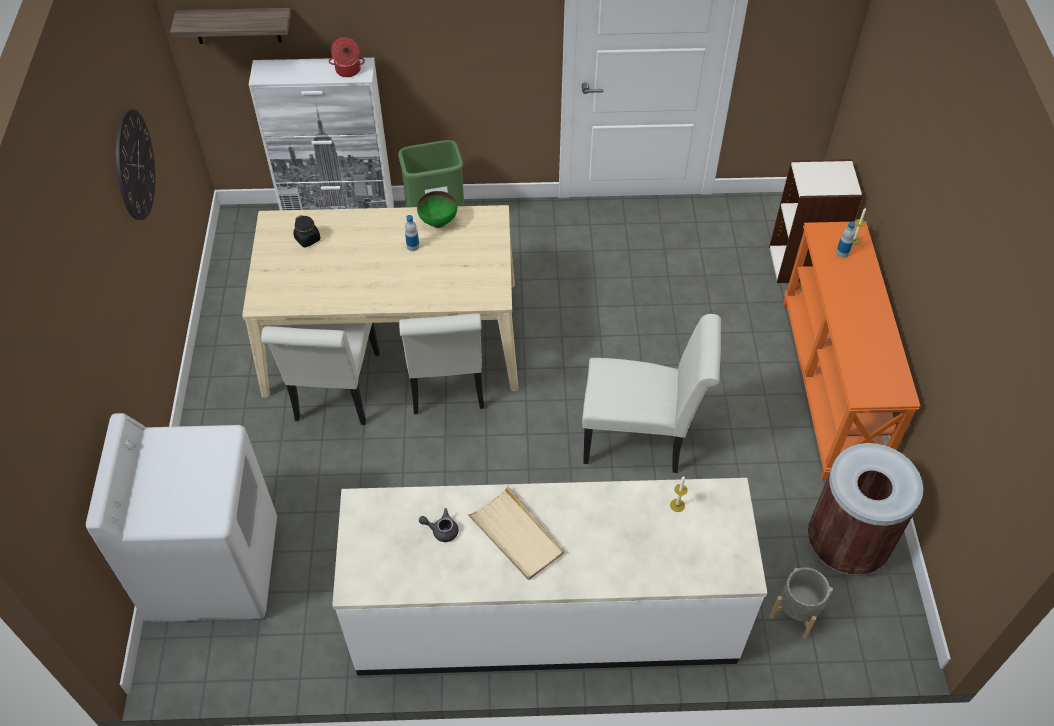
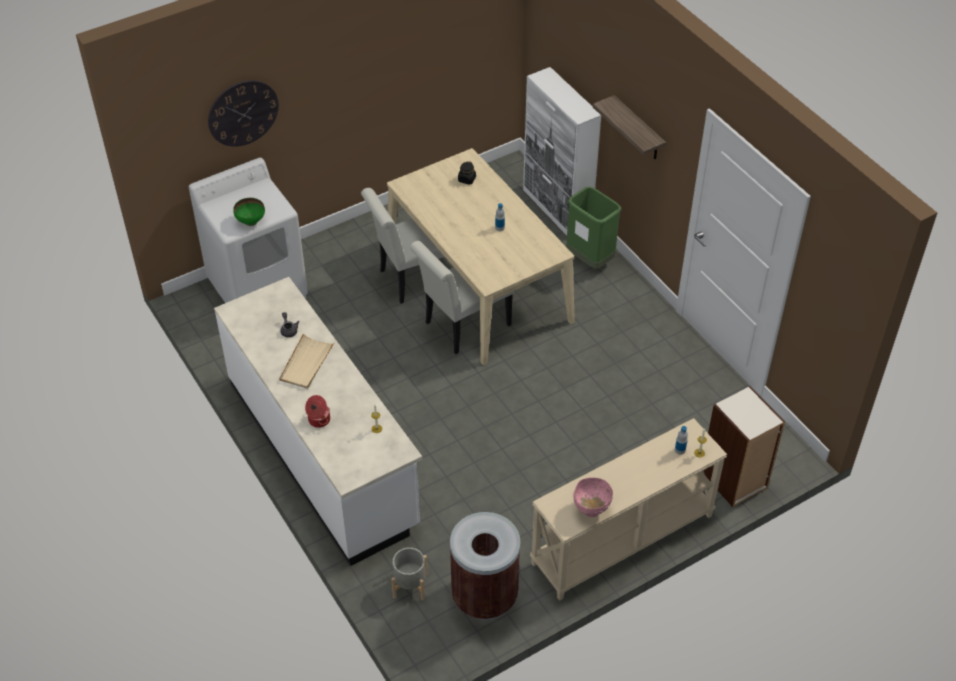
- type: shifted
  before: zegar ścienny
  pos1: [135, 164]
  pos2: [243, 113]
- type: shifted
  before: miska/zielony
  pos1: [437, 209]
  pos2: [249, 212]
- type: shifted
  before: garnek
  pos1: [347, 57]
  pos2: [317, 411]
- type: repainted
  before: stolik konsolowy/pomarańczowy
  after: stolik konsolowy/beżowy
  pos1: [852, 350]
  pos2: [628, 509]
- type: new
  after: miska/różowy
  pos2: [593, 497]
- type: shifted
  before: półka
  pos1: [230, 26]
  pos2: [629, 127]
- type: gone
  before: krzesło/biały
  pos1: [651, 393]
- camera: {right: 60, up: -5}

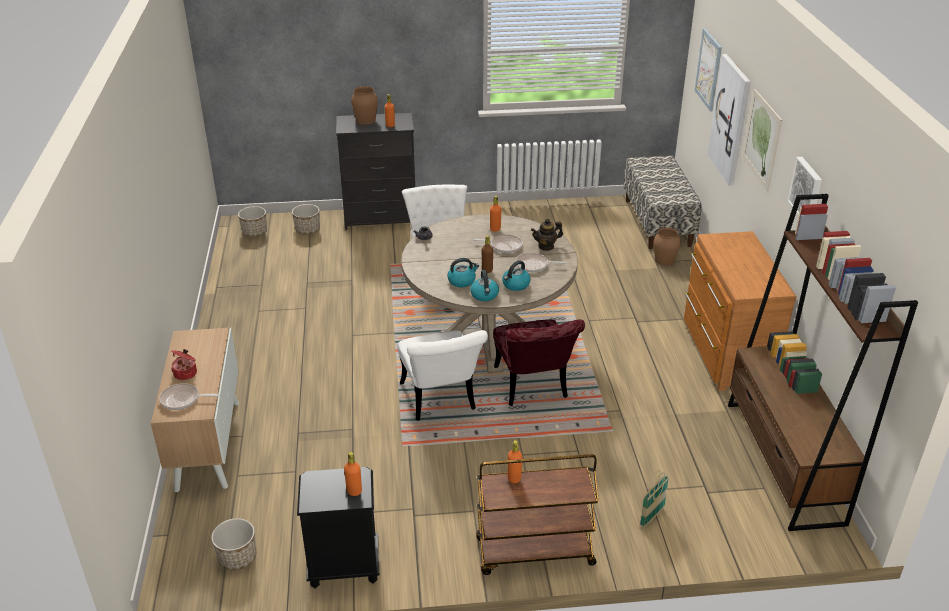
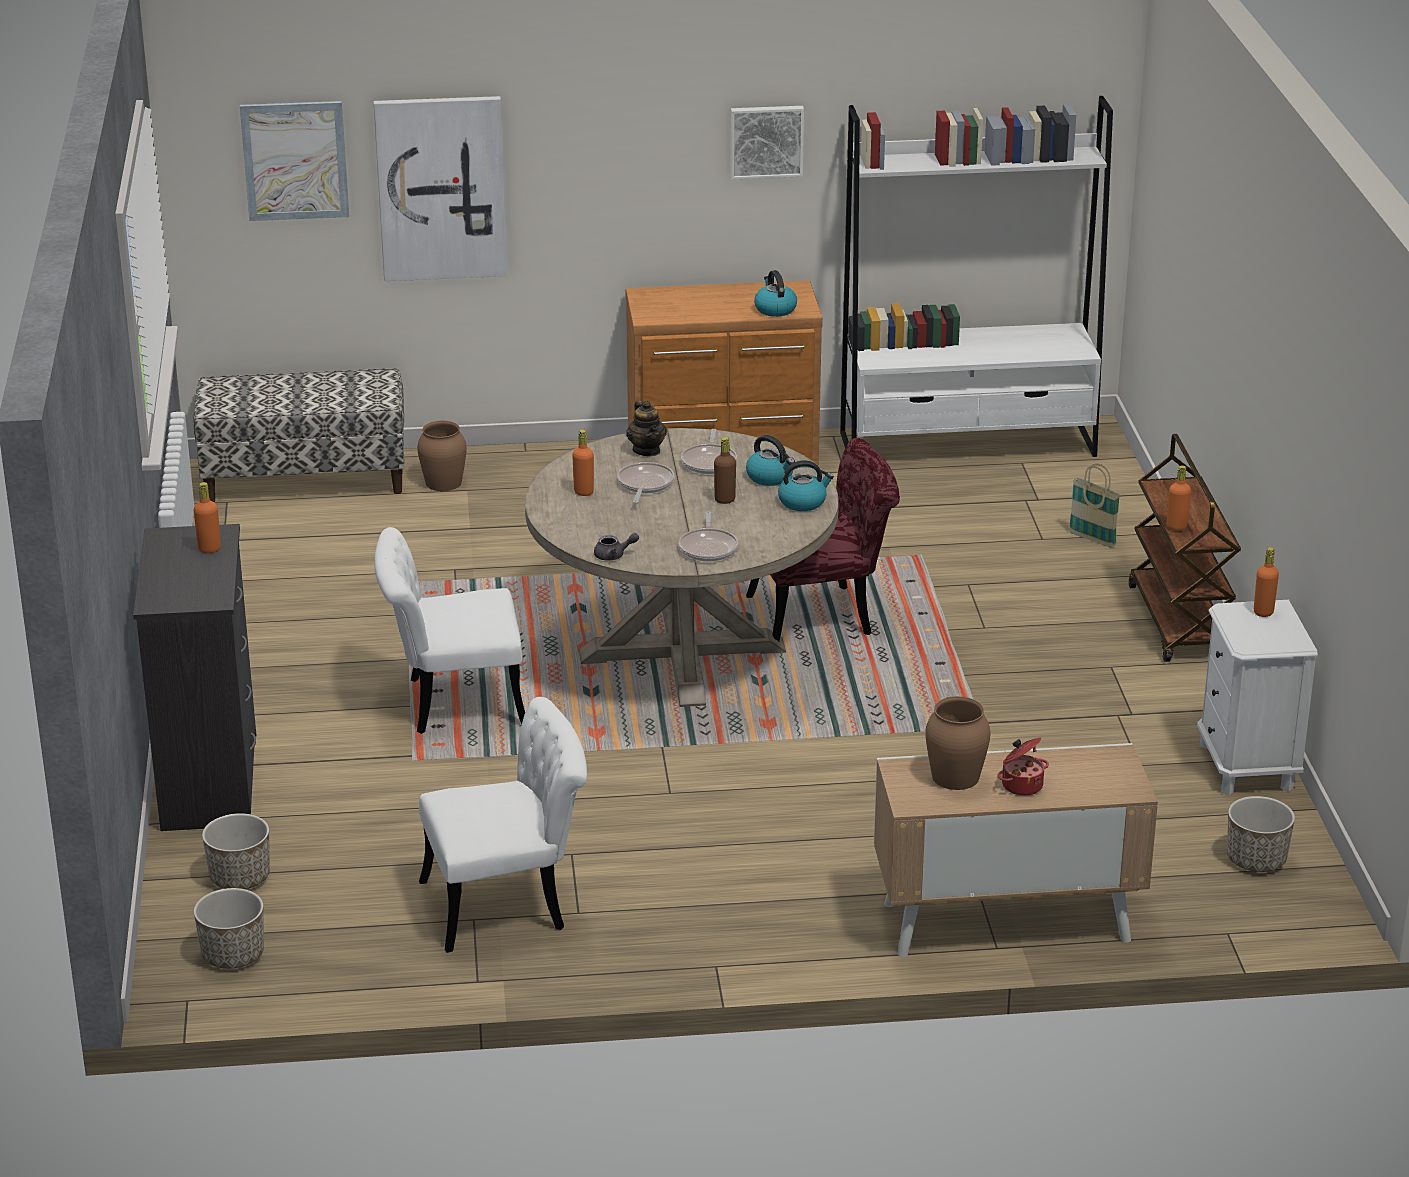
- type: shifted
  before: krzesło/biały
  pos1: [442, 375]
  pos2: [503, 825]
- type: shifted
  before: patelnia
  pos1: [189, 396]
  pos2: [708, 536]
- type: shifted
  before: czajnik
  pos1: [463, 272]
  pos2: [775, 293]
- type: repainted
  before: regał/brązowy
  after: regał/biały
  pos1: [823, 362]
  pos2: [976, 276]
- type: shifted
  before: wazon/brązowy
  pos1: [364, 105]
  pos2: [958, 743]
- type: repainted
  before: szafka nocna/czarny
  after: szafka nocna/biały
  pos1: [338, 528]
  pos2: [1257, 697]
- type: gone
  before: obraz
  pos1: [762, 140]
- camera: {right: -90, up: -5}

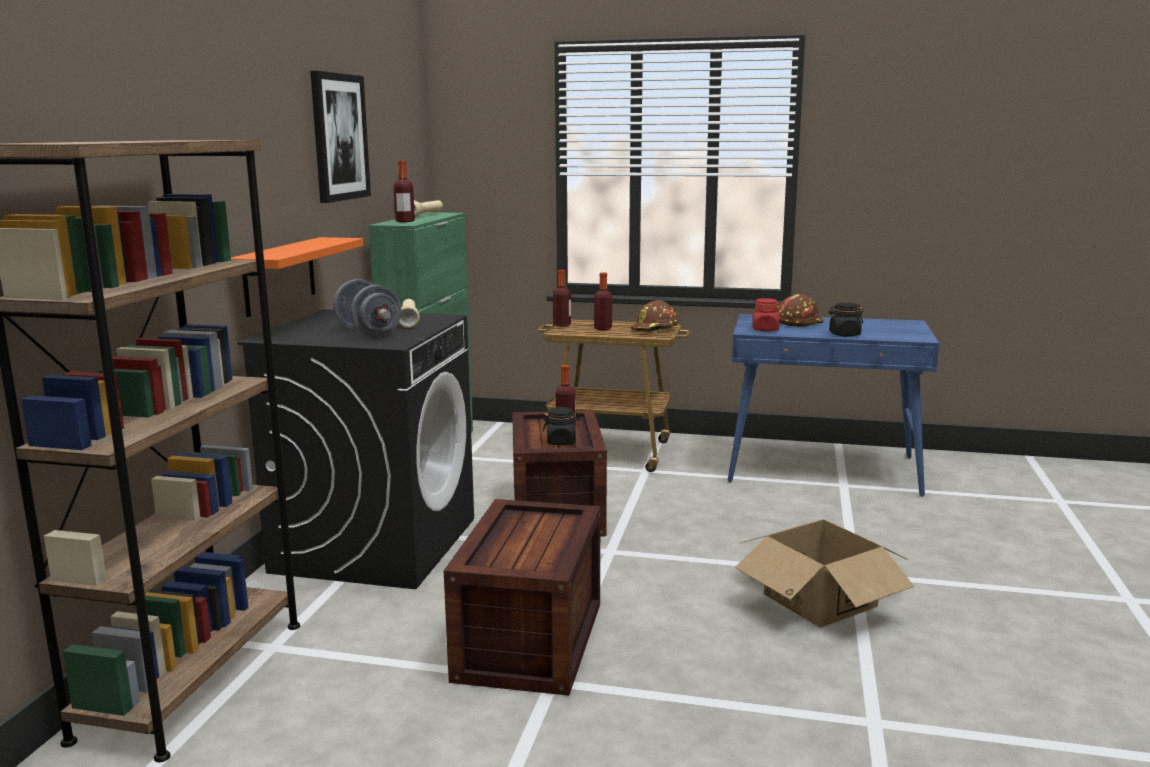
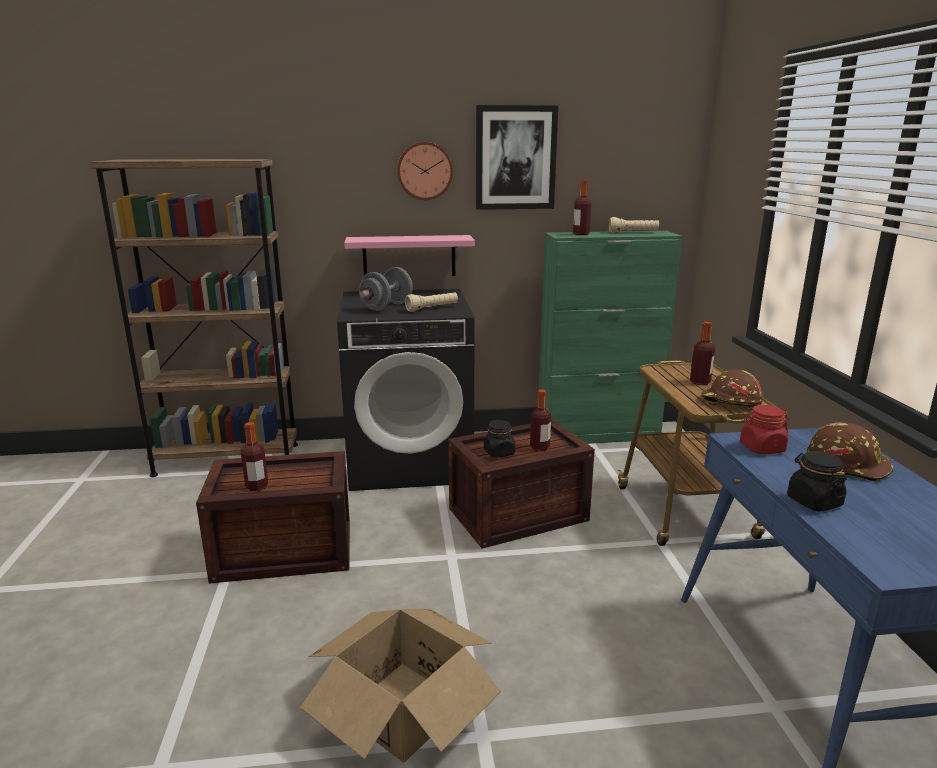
- type: shifted
  before: butelka
  pos1: [562, 298]
  pos2: [254, 456]
- type: repainted
  before: półka/pomarańczowy
  after: półka/różowy
  pos1: [297, 277]
  pos2: [409, 255]
- type: new
  after: zegar ścienny
  pos2: [425, 171]
- camera: {right: 70, up: 5}

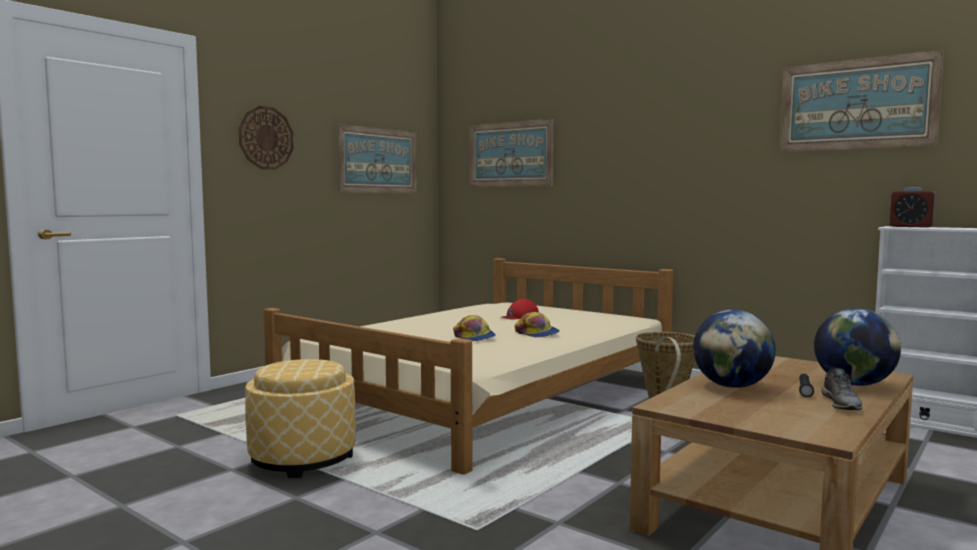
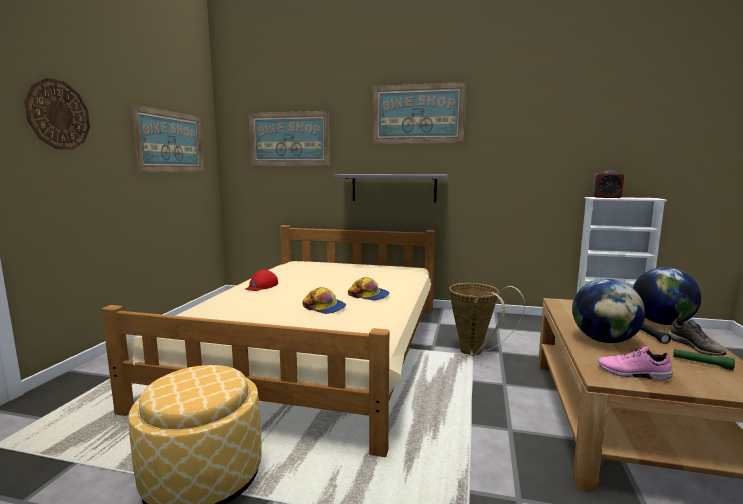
- type: shifted
  before: czapka z daszkiem/czerwony
  pos1: [520, 309]
  pos2: [261, 280]
- type: new
  after: półka/szary
  pos2: [390, 188]
- type: shifted
  before: obraz
  pos1: [862, 101]
  pos2: [419, 113]
- type: new
  after: but/różowy
  pos2: [635, 363]
- type: new
  after: latarka/zielony
  pos2: [704, 359]
- camera: {right: -25, up: 5}

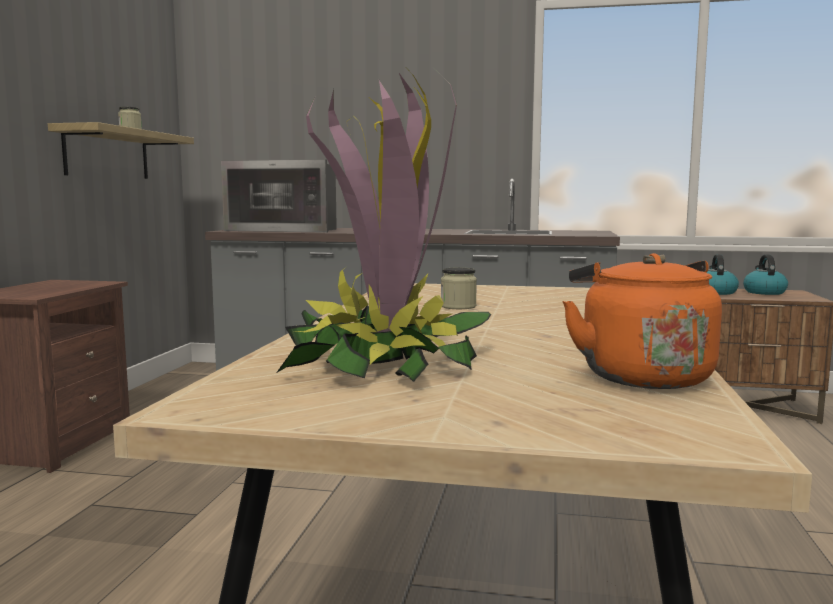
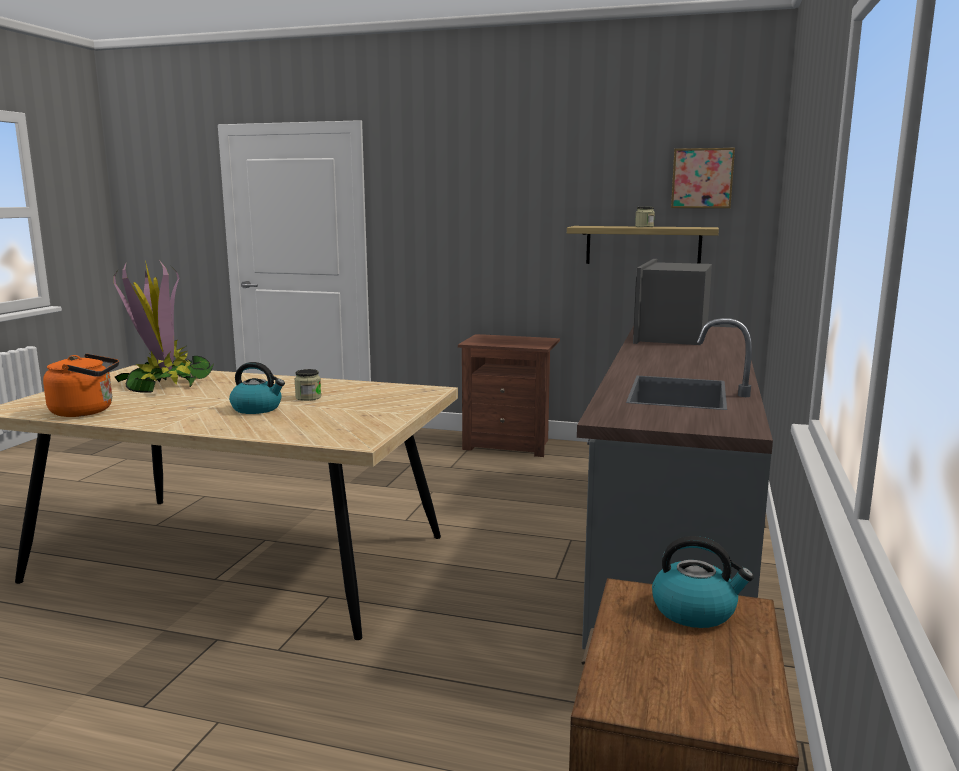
- type: shifted
  before: czajnik
  pos1: [765, 274]
  pos2: [257, 388]
- type: new
  after: obraz
  pos2: [703, 178]
- camera: {right: 95, up: 5}

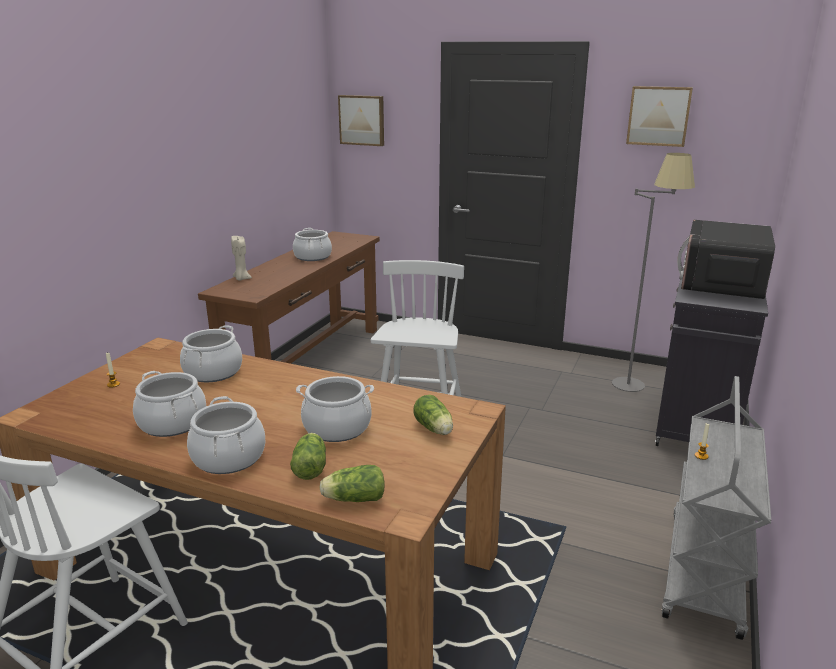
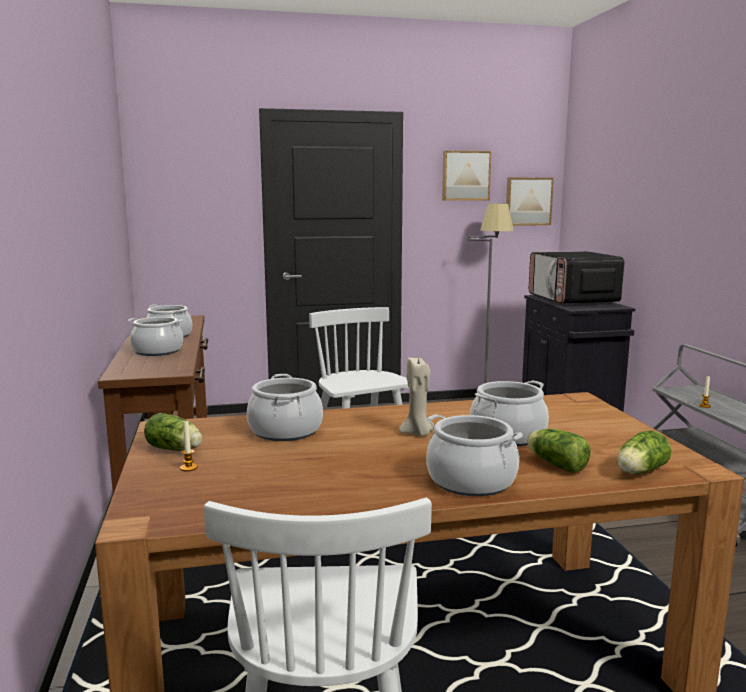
- type: shifted
  before: garnek
  pos1: [169, 404]
  pos2: [155, 336]
- type: shifted
  before: sałata
  pos1: [433, 415]
  pos2: [173, 432]
- type: shifted
  before: świeca/beżowy
  pos1: [241, 258]
  pos2: [416, 397]
- type: shifted
  before: obraz
  pos1: [361, 120]
  pos2: [530, 201]
- camera: {right: -35, up: -10}

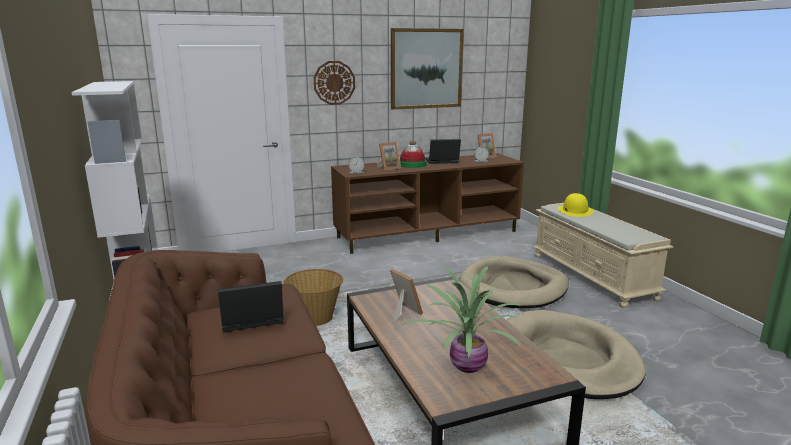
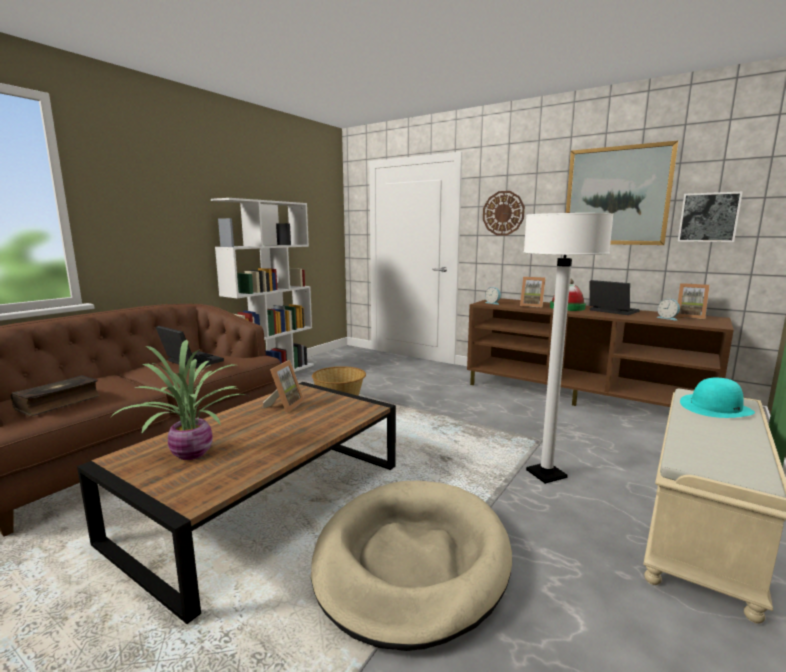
- type: new
  after: książka
  pos2: [55, 395]
- type: swapped
  before: legowisko/beżowy
  after: lampa stojąca/biały
  pos1: [514, 282]
  pos2: [569, 348]
- type: new
  after: obraz
  pos2: [710, 217]
- type: repainted
  before: kapelusz/żółty
  after: kapelusz/turkusowy
  pos1: [575, 205]
  pos2: [717, 398]
- camera: {right: 55, up: -5}

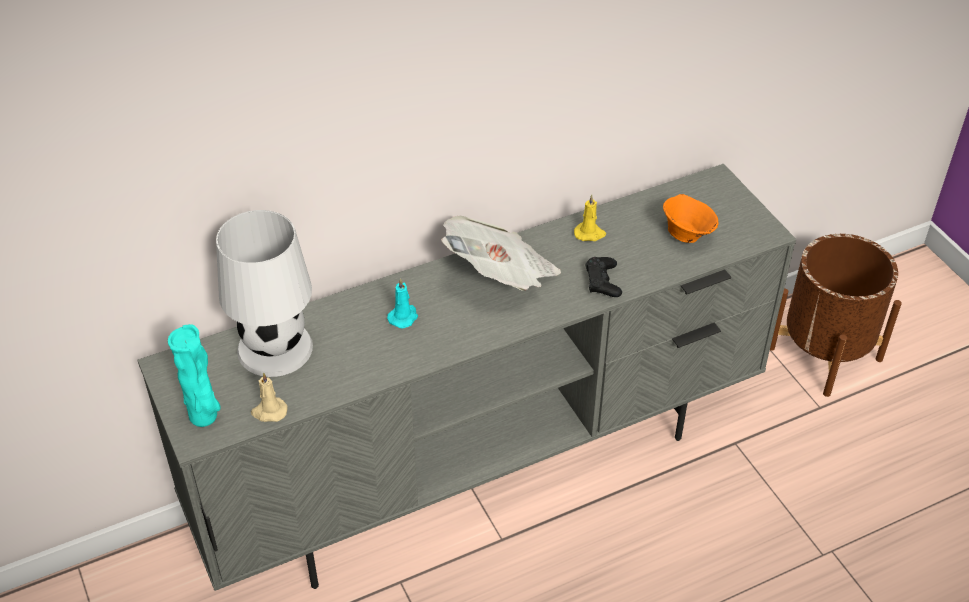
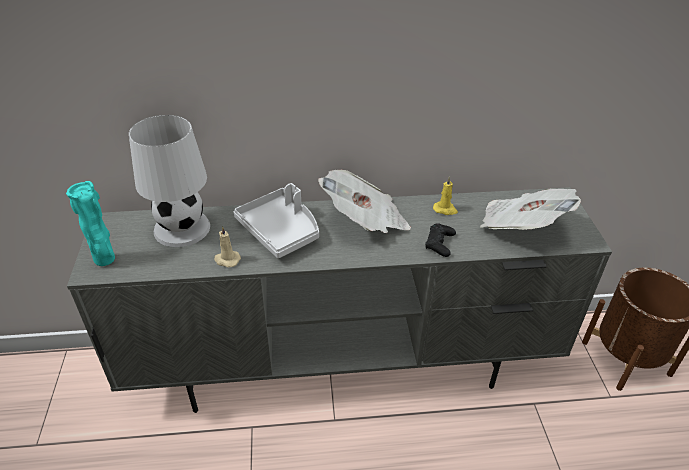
- type: shifted
  before: świeca/beżowy
  pos1: [269, 397]
  pos2: [227, 247]
- type: swapped
  before: świeca/turkusowy
  after: taca/szary
  pos1: [402, 303]
  pos2: [276, 220]
- type: swapped
  before: miska/pomarańczowy
  after: gazeta
  pos1: [690, 218]
  pos2: [530, 209]
- camera: {right: 20, up: -5}

